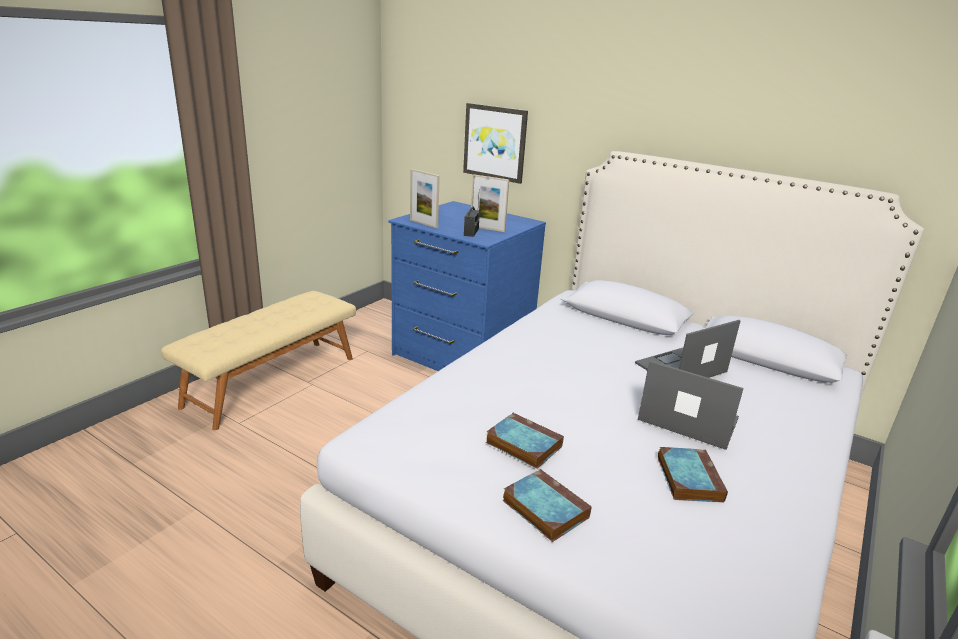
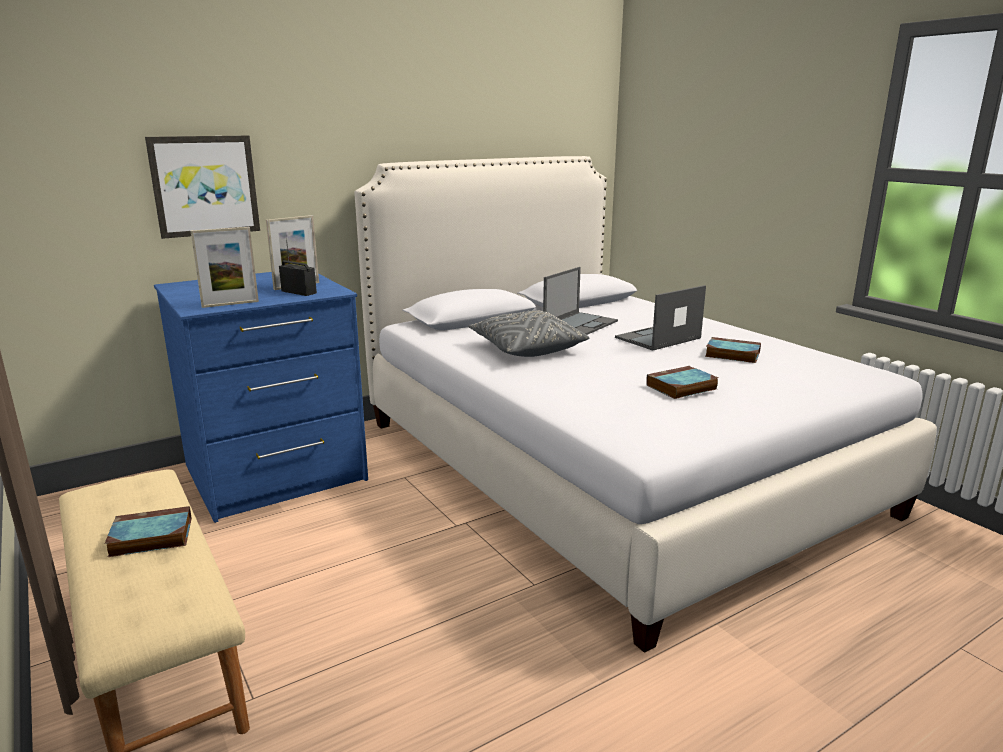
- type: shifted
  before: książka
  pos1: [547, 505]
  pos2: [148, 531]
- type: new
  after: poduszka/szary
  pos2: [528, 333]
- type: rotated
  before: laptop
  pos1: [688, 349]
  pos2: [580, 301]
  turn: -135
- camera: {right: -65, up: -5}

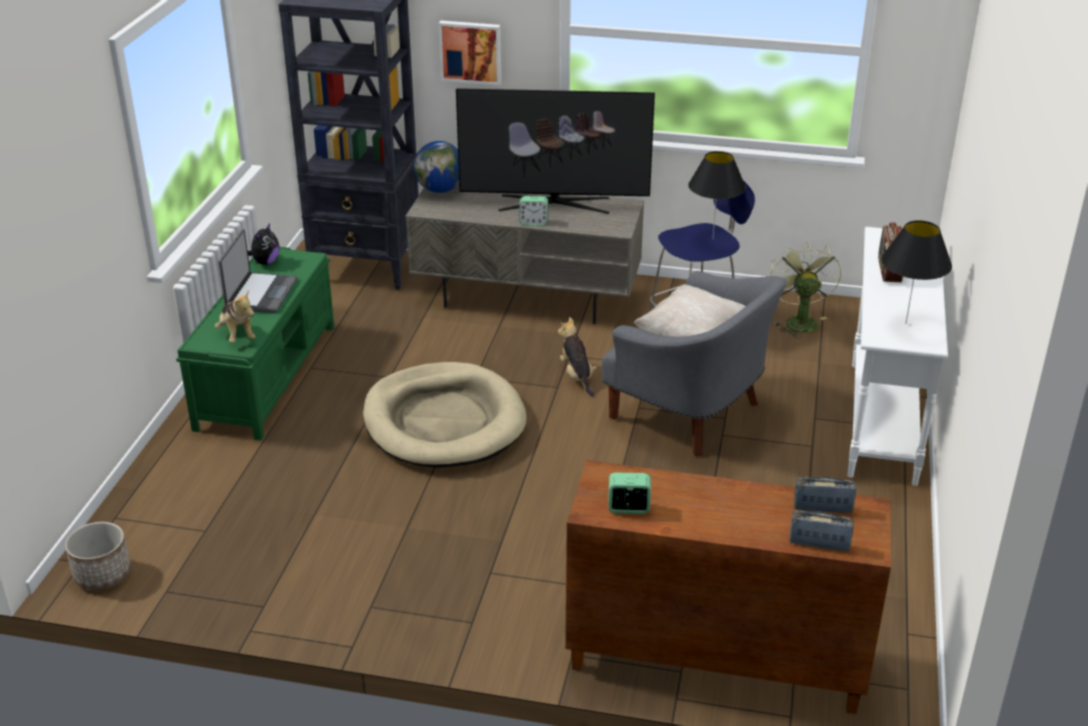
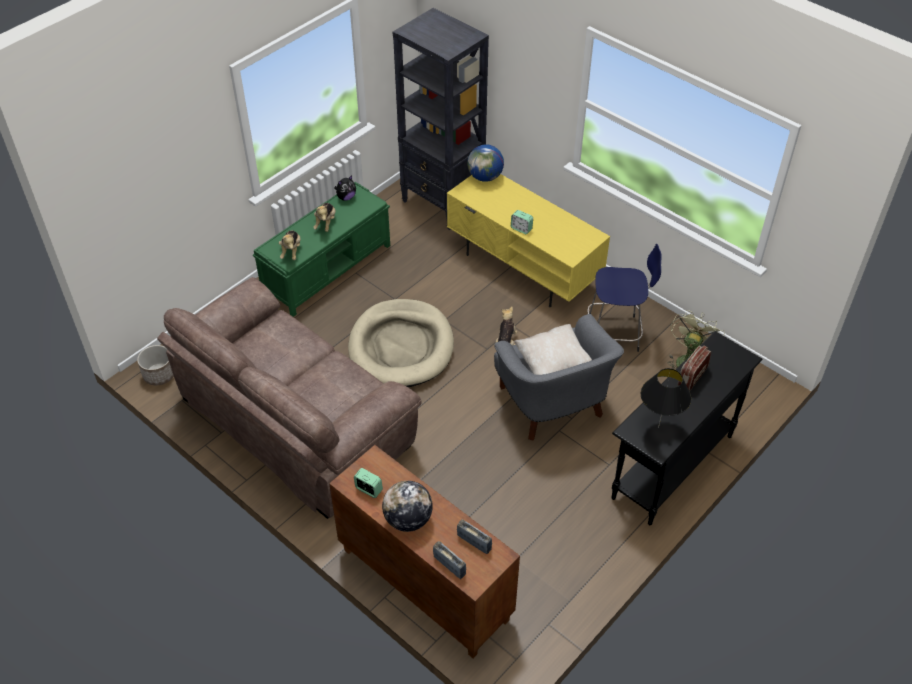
- type: new
  after: kanapa/brązowy
  pos2: [289, 398]
- type: swapped
  before: laptop
  after: pluszak
  pos1: [257, 271]
  pos2: [324, 217]
- type: new
  after: globus
  pos2: [407, 506]
- type: repainted
  before: szafka pod telewizor/szary
  after: szafka pod telewizor/żółty
  pos1: [524, 254]
  pos2: [528, 240]
- type: repainted
  before: stolik konsolowy/biały
  after: stolik konsolowy/czarny
  pos1: [897, 356]
  pos2: [687, 428]
- type: gone
  before: obraz
  pos1: [470, 53]
- type: gone
  before: telewizor
  pos1: [555, 151]
- type: gone
  before: lampa stołowa/czarny
  pos1: [717, 194]
- camera: {right: 30, up: 15}

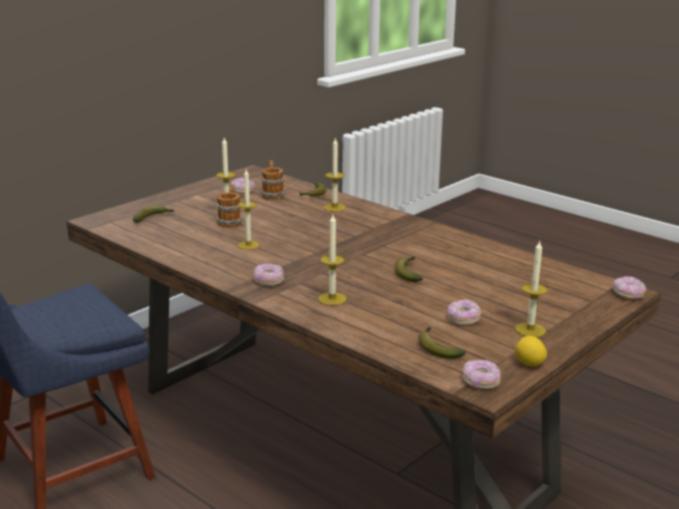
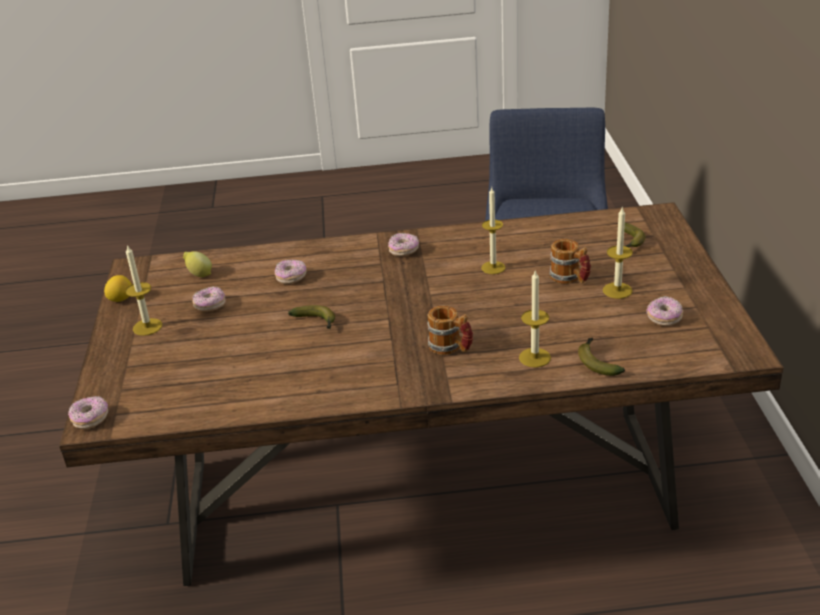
- type: swapped
  before: banan
  after: cytryna
  pos1: [442, 343]
  pos2: [197, 264]
- type: shifted
  before: donut
  pos1: [482, 374]
  pos2: [291, 271]
- type: shifted
  before: kubek
  pos1: [273, 180]
  pos2: [450, 330]
- type: gone
  before: świeca
  pos1: [332, 260]
- camera: {right: 135, up: 10}

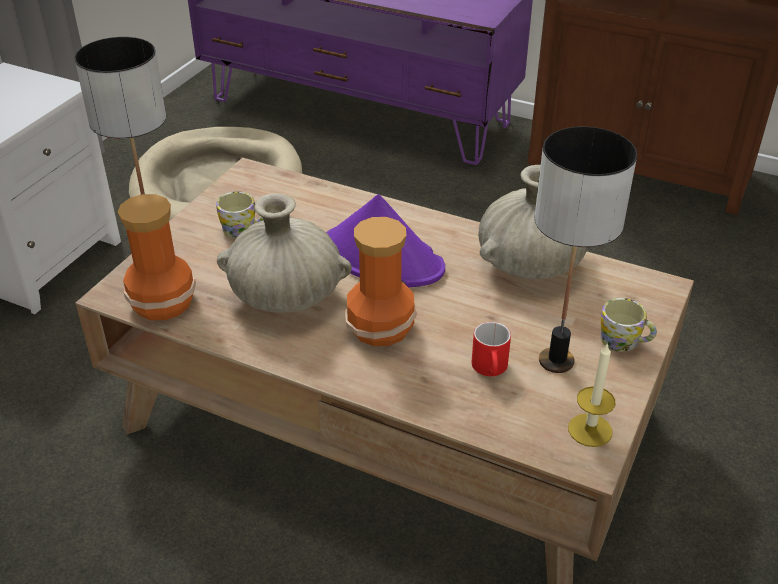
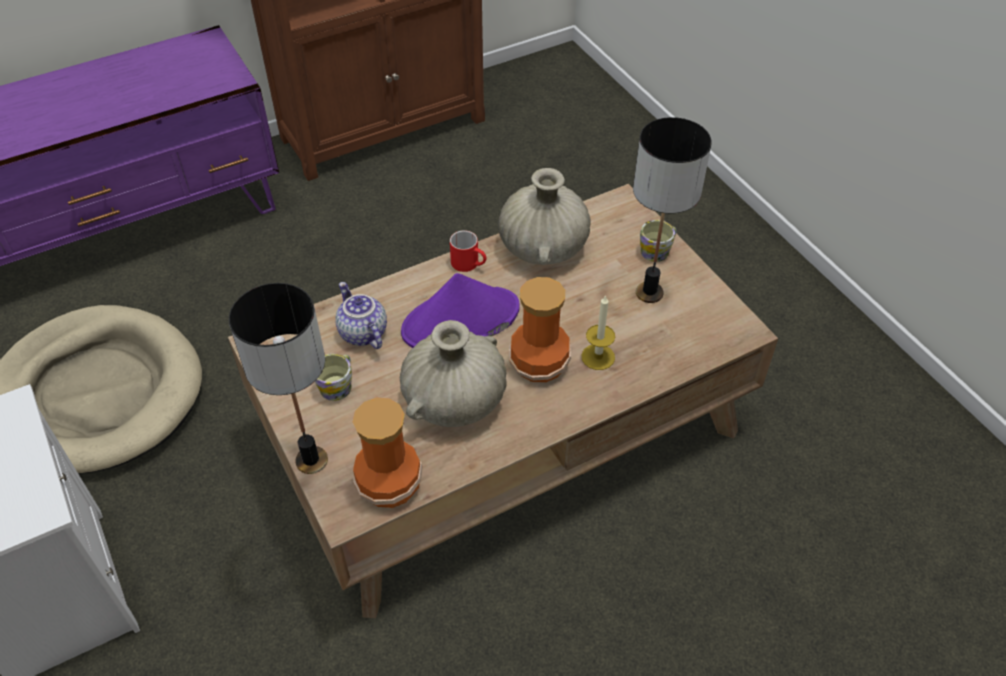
- type: new
  after: imbryk
  pos2: [361, 315]
- type: shifted
  before: kubek/czerwony
  pos1: [491, 349]
  pos2: [468, 251]
- type: shifted
  before: świeca
  pos1: [591, 395]
  pos2: [598, 332]
- camera: {right: -55, up: 10}

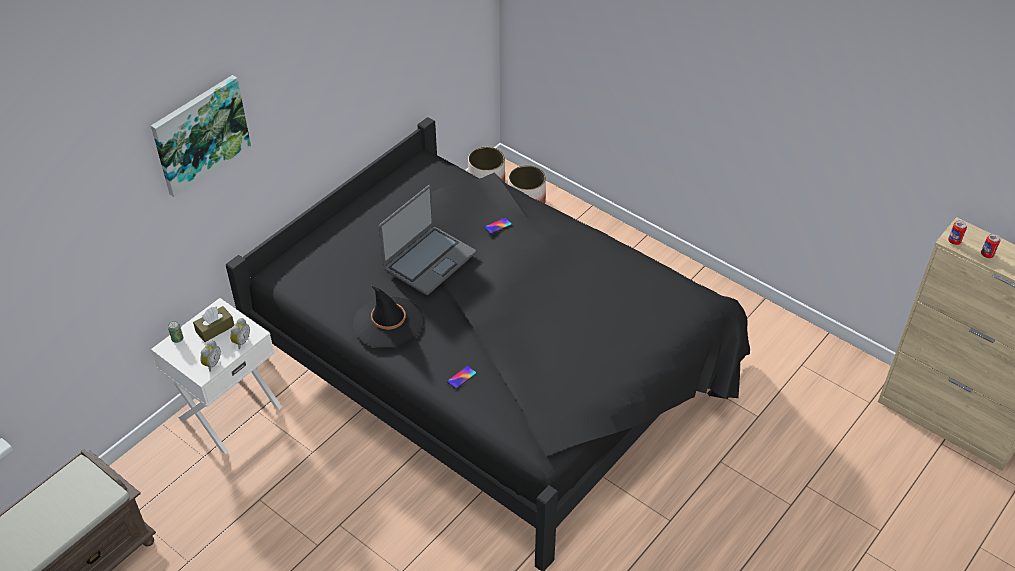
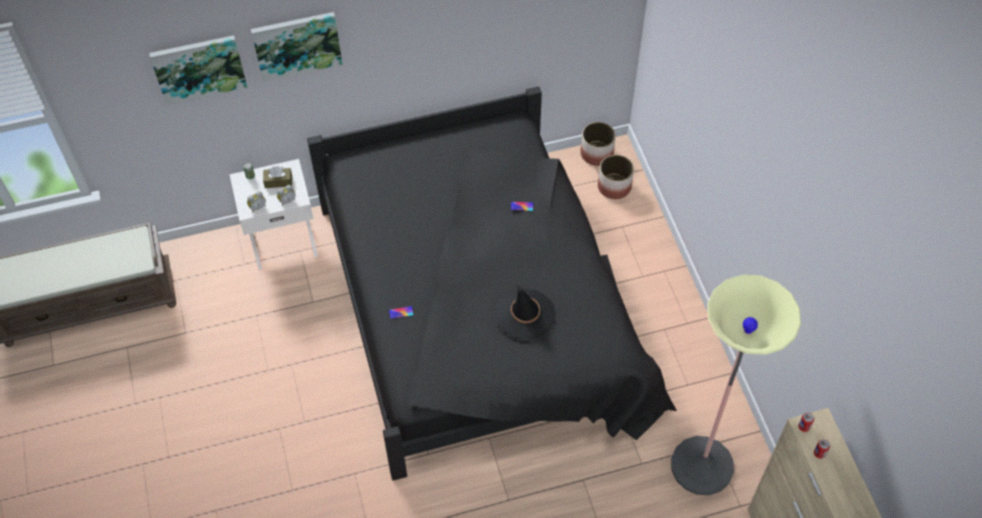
- type: new
  after: obraz
  pos2: [198, 70]
- type: shifted
  before: kapelusz/czarny
  pos1: [389, 317]
  pos2: [525, 312]
- type: new
  after: lampa stojąca
  pos2: [736, 385]
- type: gone
  before: laptop
  pos1: [427, 240]
- camera: {right: 35, up: 10}

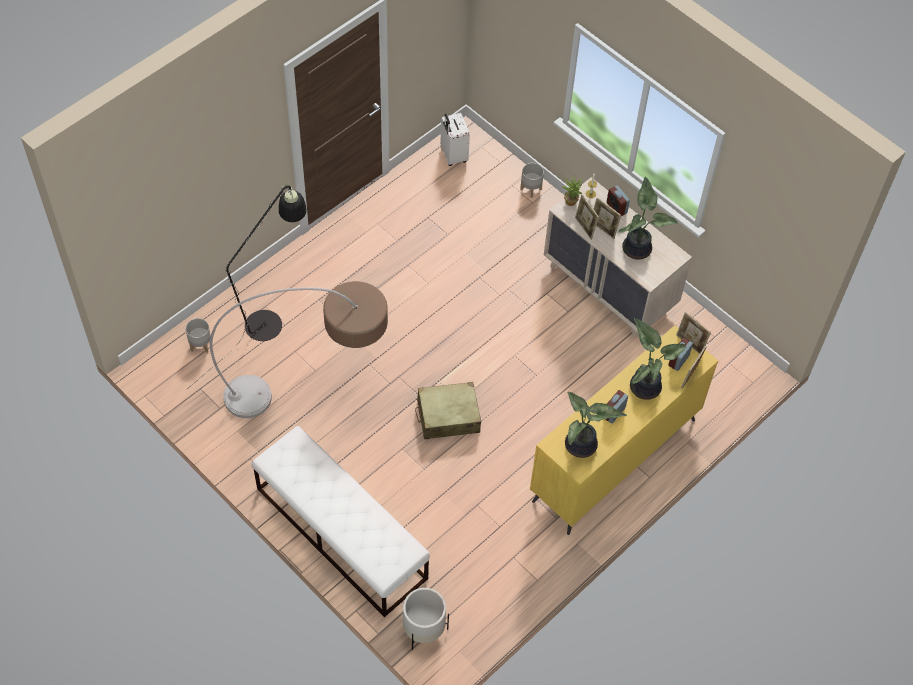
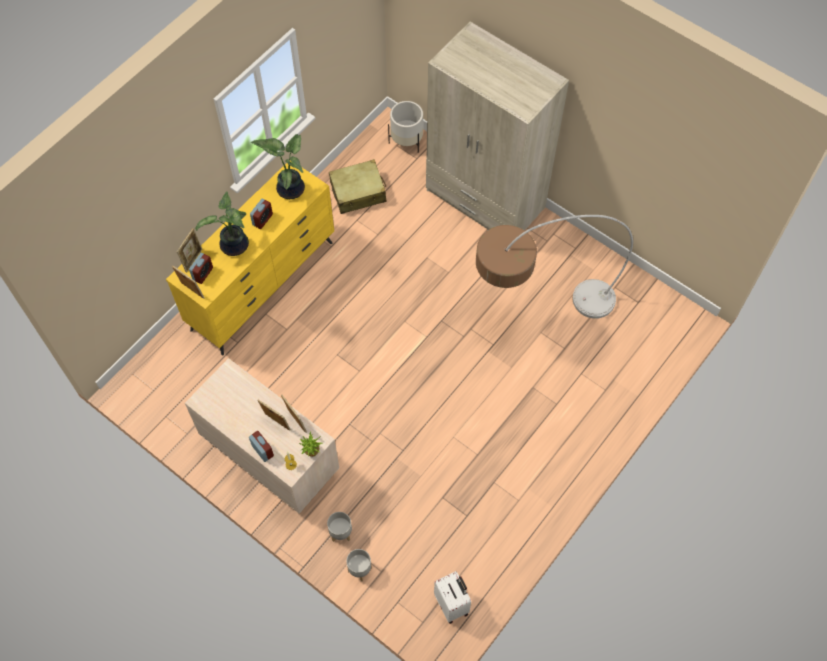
- type: shifted
  before: donica/szary
  pos1: [198, 335]
  pos2: [339, 527]
- type: shifted
  before: walizka/beżowy
  pos1: [448, 410]
  pos2: [357, 186]
- type: swapped
  before: ławka/biały
  after: szafa/beżowy
  pos1: [341, 521]
  pos2: [497, 125]
- type: gone
  before: lampa stojąca/czarny
  pos1: [246, 287]
- type: gone
  before: roślina doniczkowa
  pos1: [647, 218]
- camera: {right: 175, up: 5}

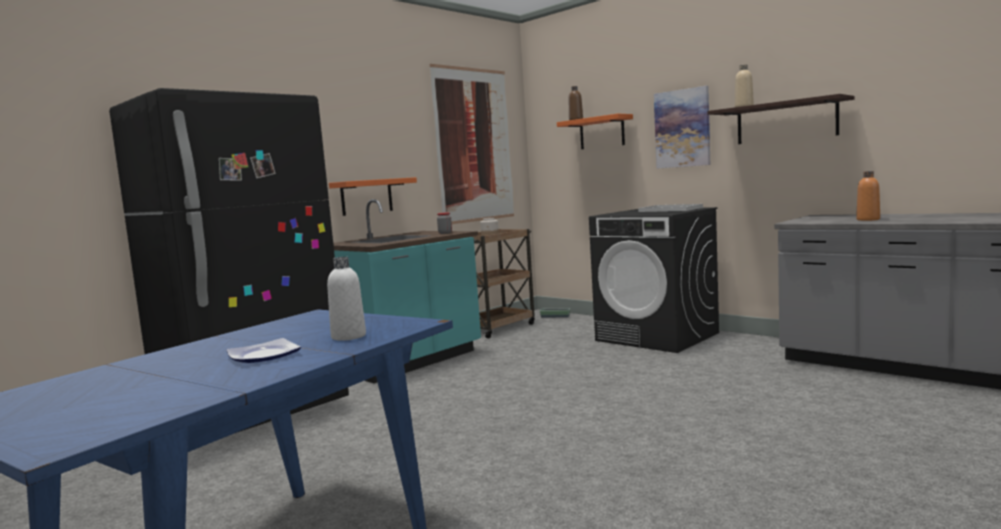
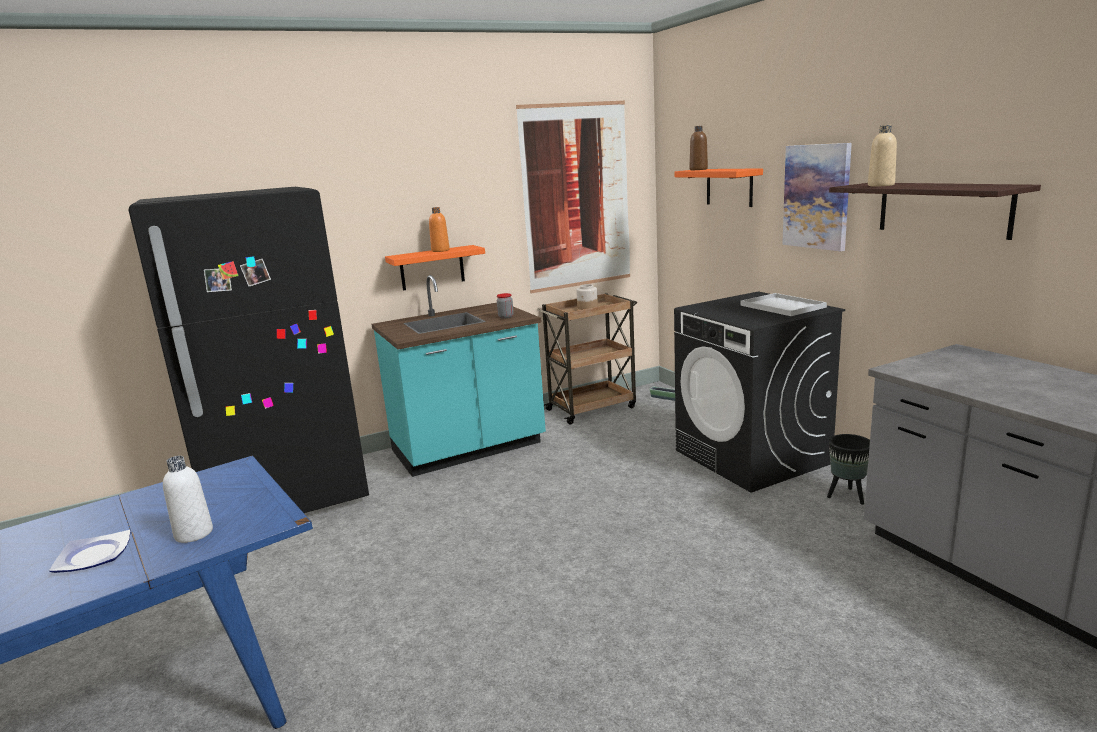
- type: shifted
  before: butelka/pomarańczowy
  pos1: [868, 196]
  pos2: [439, 229]
- type: new
  after: donica/czarny
  pos2: [848, 469]
- camera: {right: 20, up: 10}

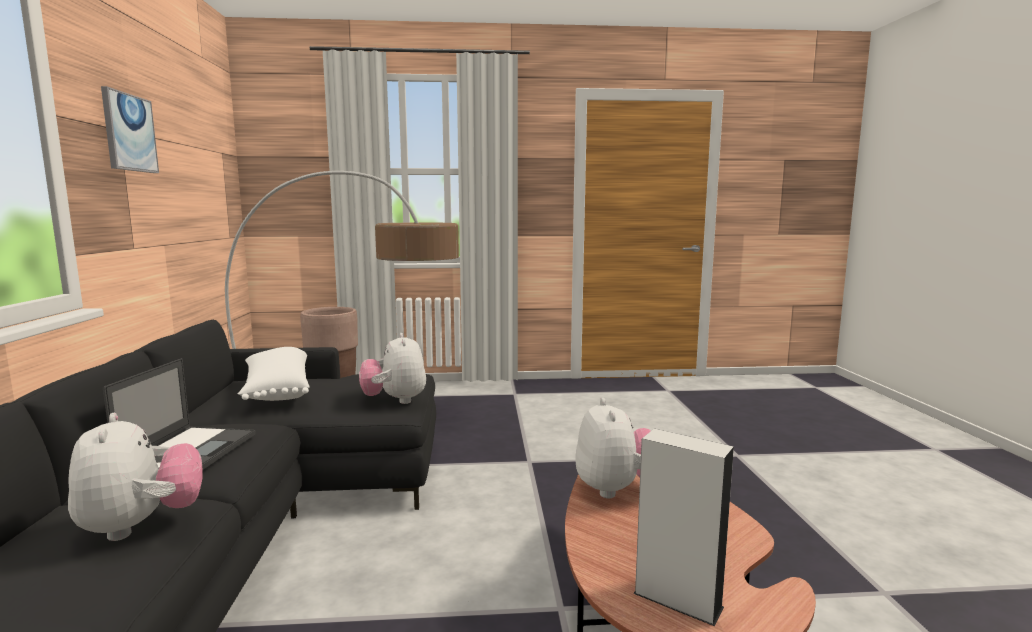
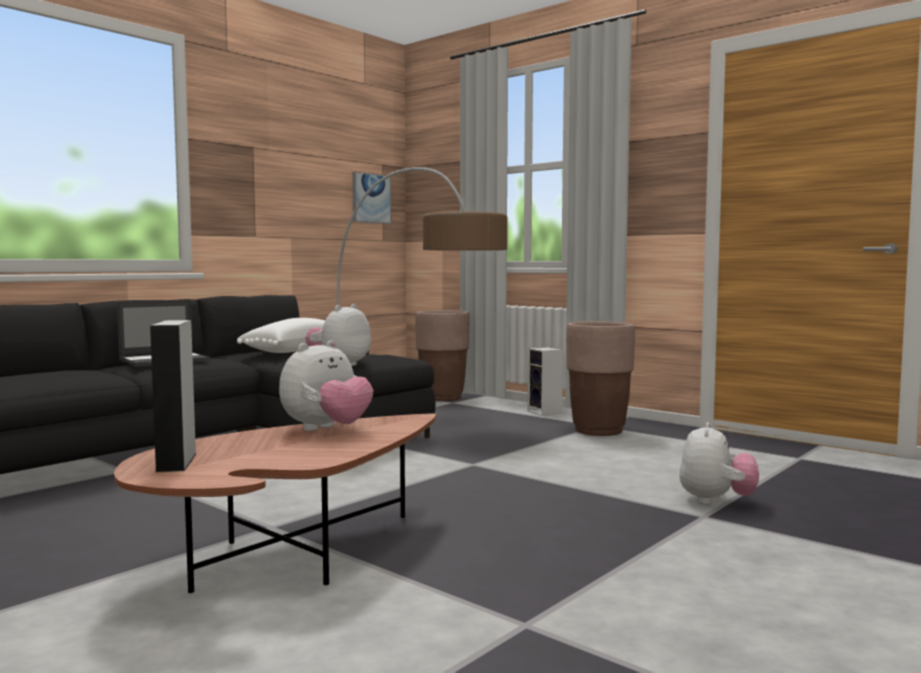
- type: shifted
  before: obraz
  pos1: [130, 129]
  pos2: [371, 198]
- type: new
  after: głośnik
  pos2: [545, 381]
- type: new
  after: donica/brązowy
  pos2: [600, 378]
- type: shifted
  before: pluszak
  pos1: [135, 477]
  pos2: [719, 463]
- camera: {right: 45, up: -5}

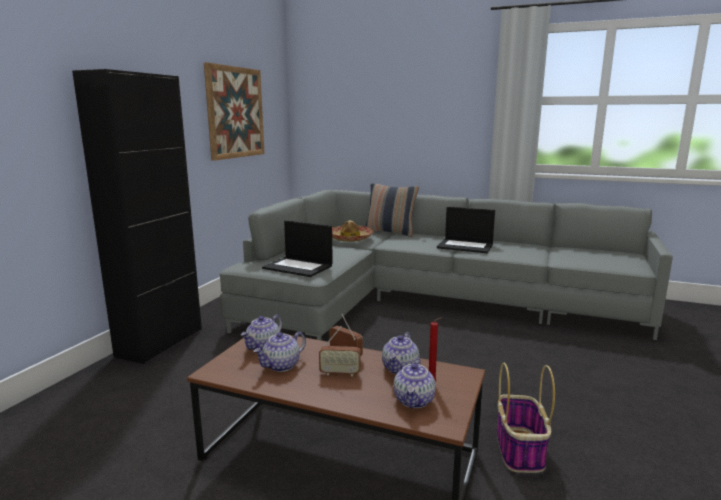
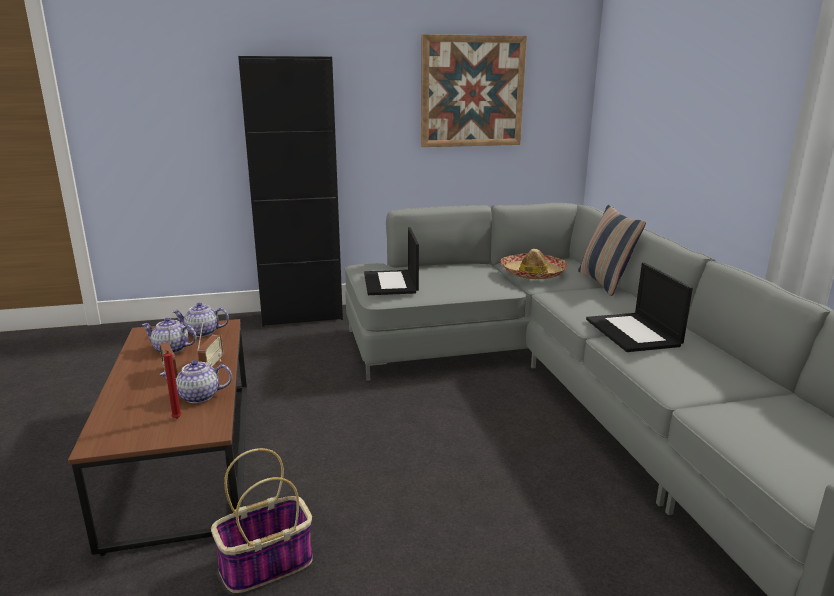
- type: gone
  before: imbryk
  pos1: [414, 383]
- camera: {right: 55, up: 5}

